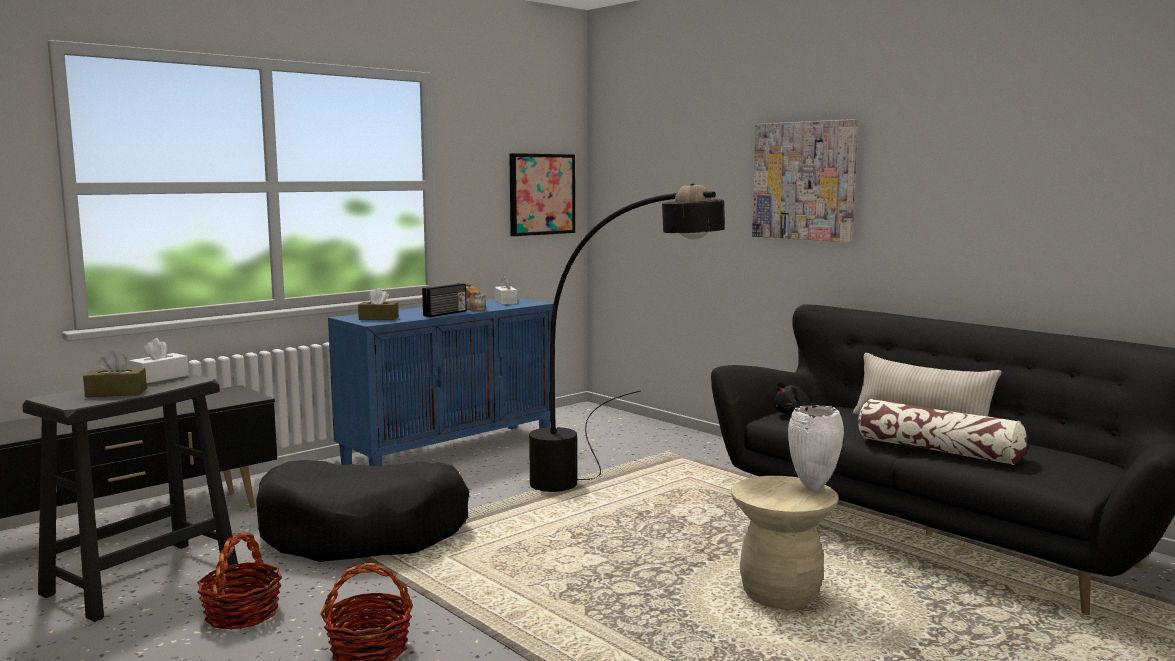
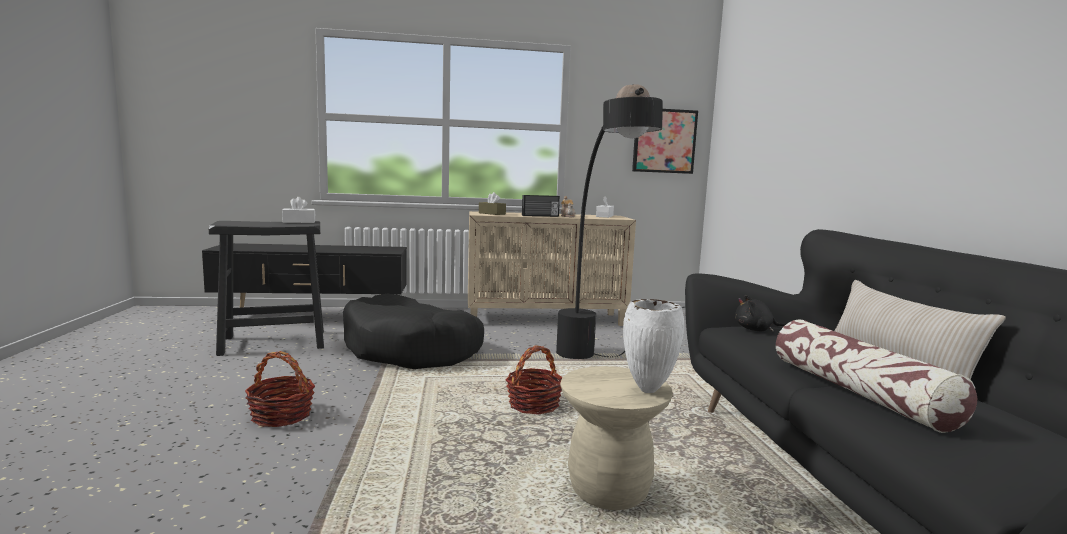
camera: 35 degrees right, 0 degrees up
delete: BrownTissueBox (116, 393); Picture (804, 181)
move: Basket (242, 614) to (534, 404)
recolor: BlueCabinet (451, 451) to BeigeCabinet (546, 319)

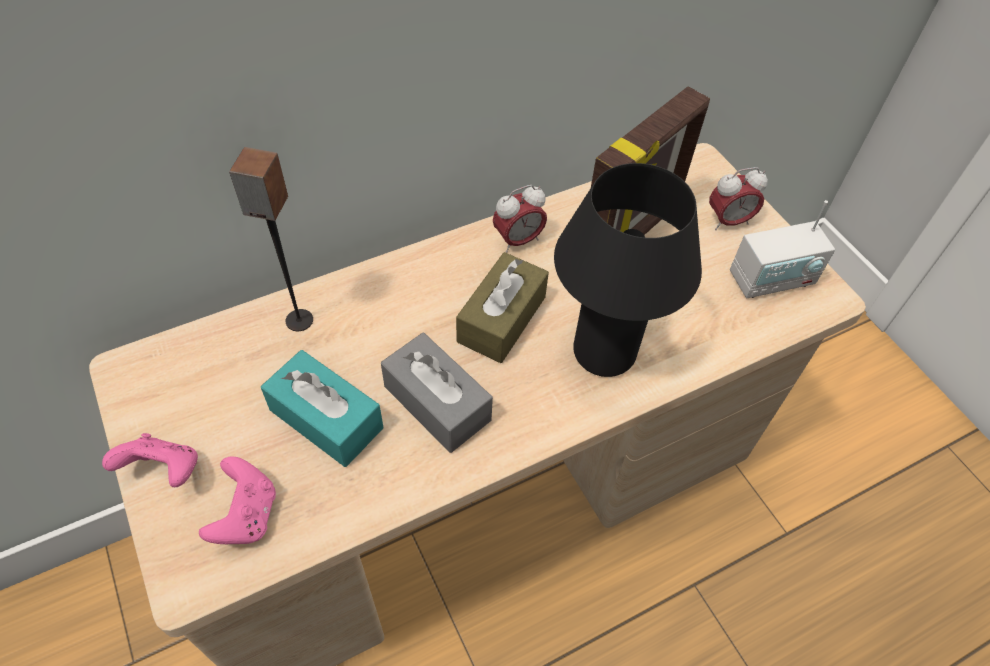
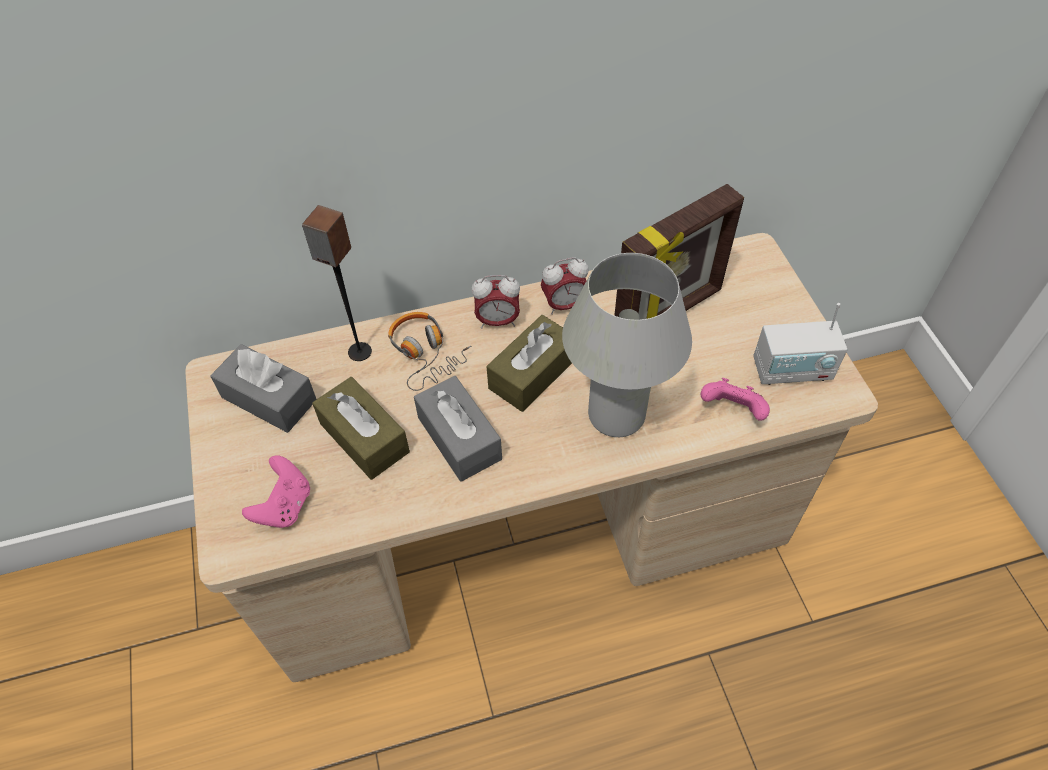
camera: 15 degrees right, 0 degrees up
insert: GreyTissueBox (269, 398); Headphones (425, 354)
move: AlarmClock (728, 221) to (497, 321); PinkGameController (164, 471) to (732, 410)
recolor: TurquoiseTissueBox (326, 419) to BrownTissueBox (364, 438); BlackTableLamp (604, 352) to WhiteTableLamp (616, 415)

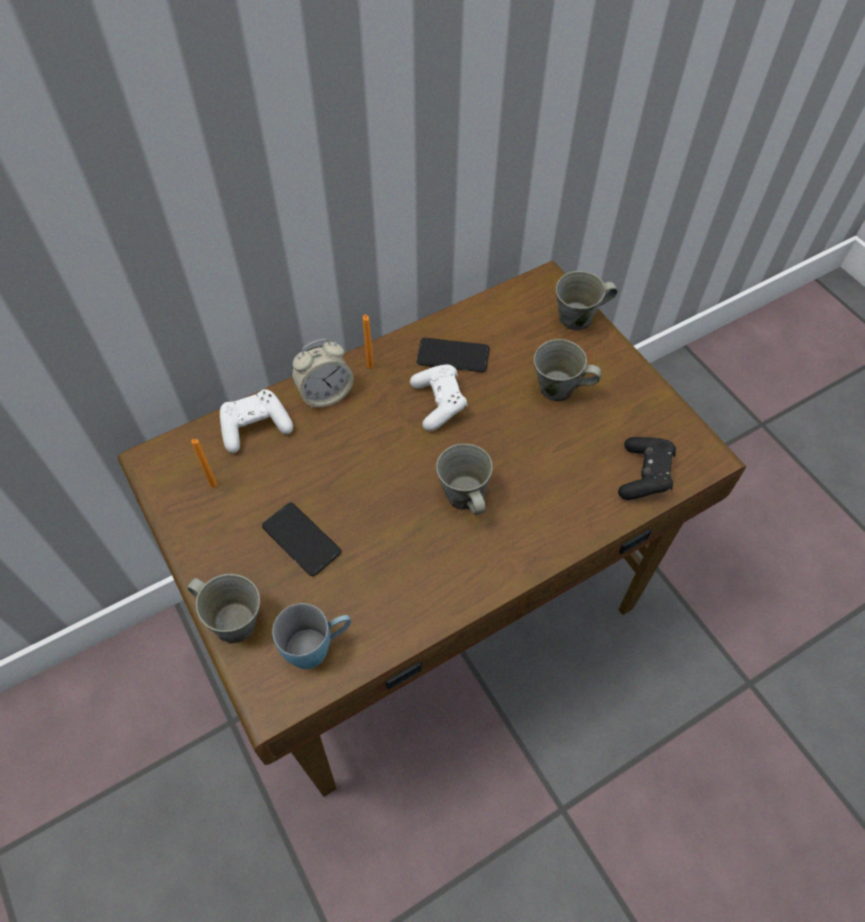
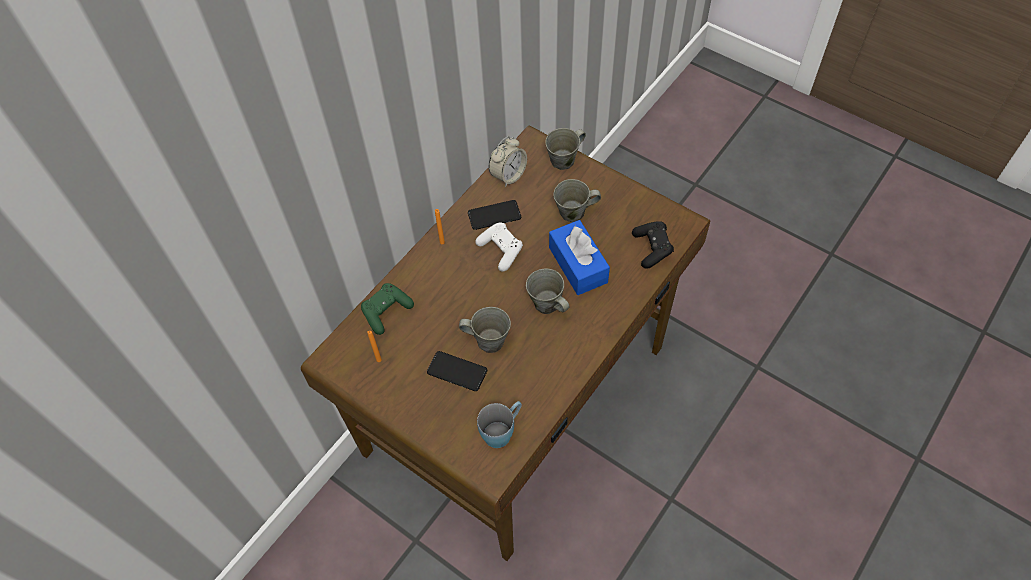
camera: 20 degrees left, 0 degrees up
insert: BlueTissueBox (578, 265)
move: GreyMug (233, 620) to (488, 340); AlarmClock (325, 394) to (508, 175)
recolor: WhiteGameController (255, 427) to GreenGameController (386, 312)

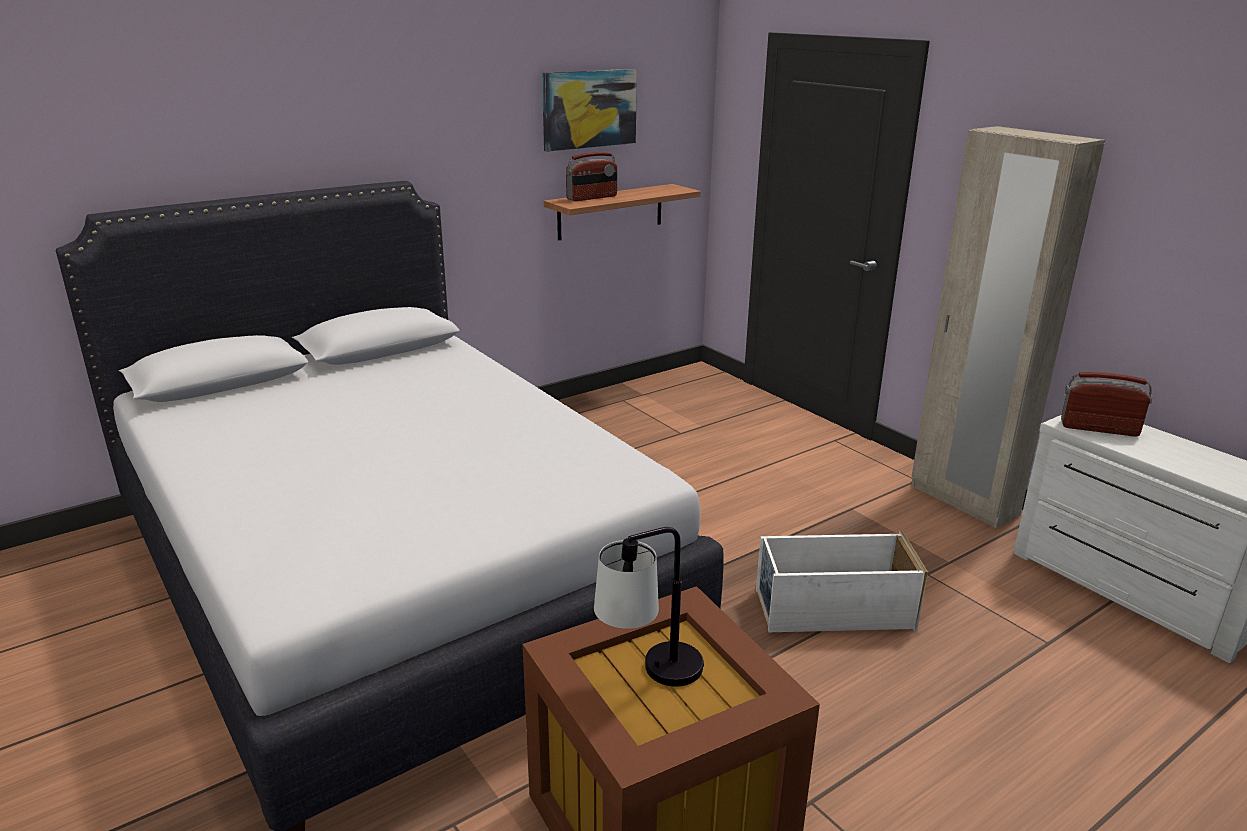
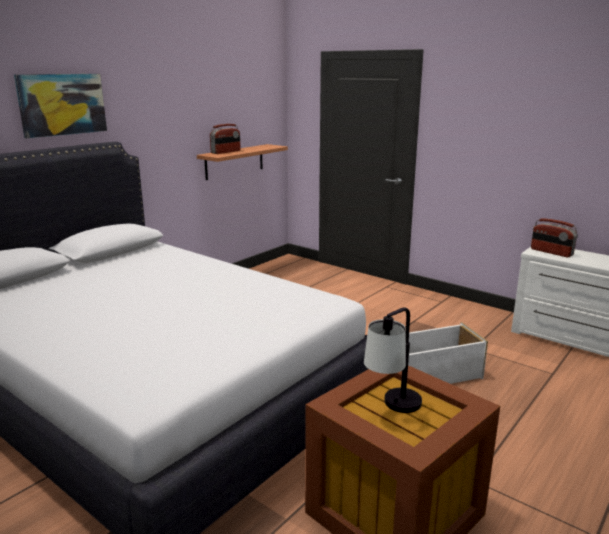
camera: 15 degrees left, 5 degrees down
delete: BeigeWardrobe (963, 501)
move: Picture (589, 109) to (62, 104)
rotate: Radio (1099, 428) = (551, 252) 135 degrees counterclockwise

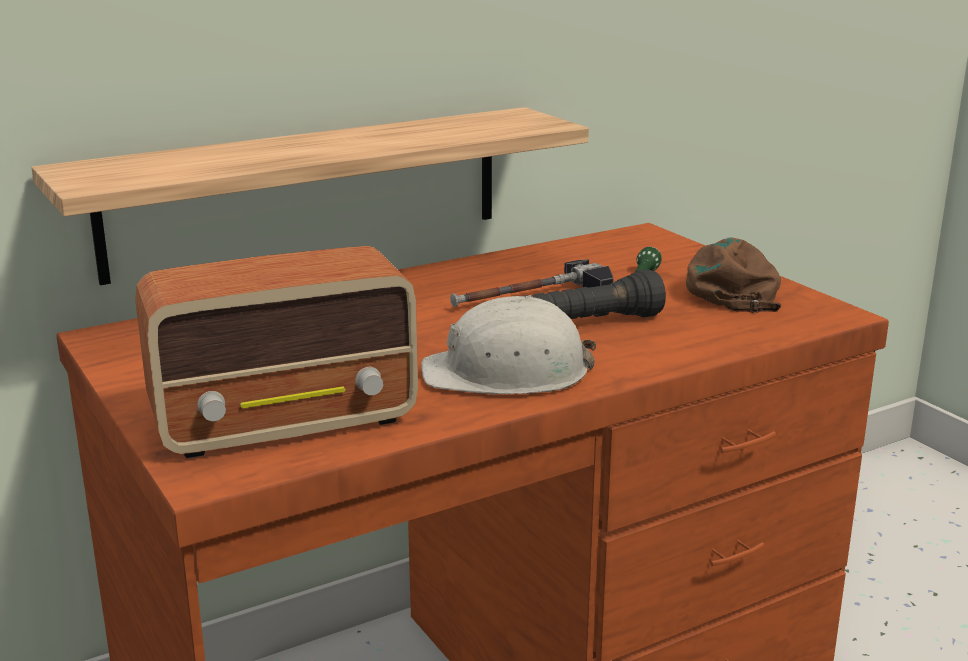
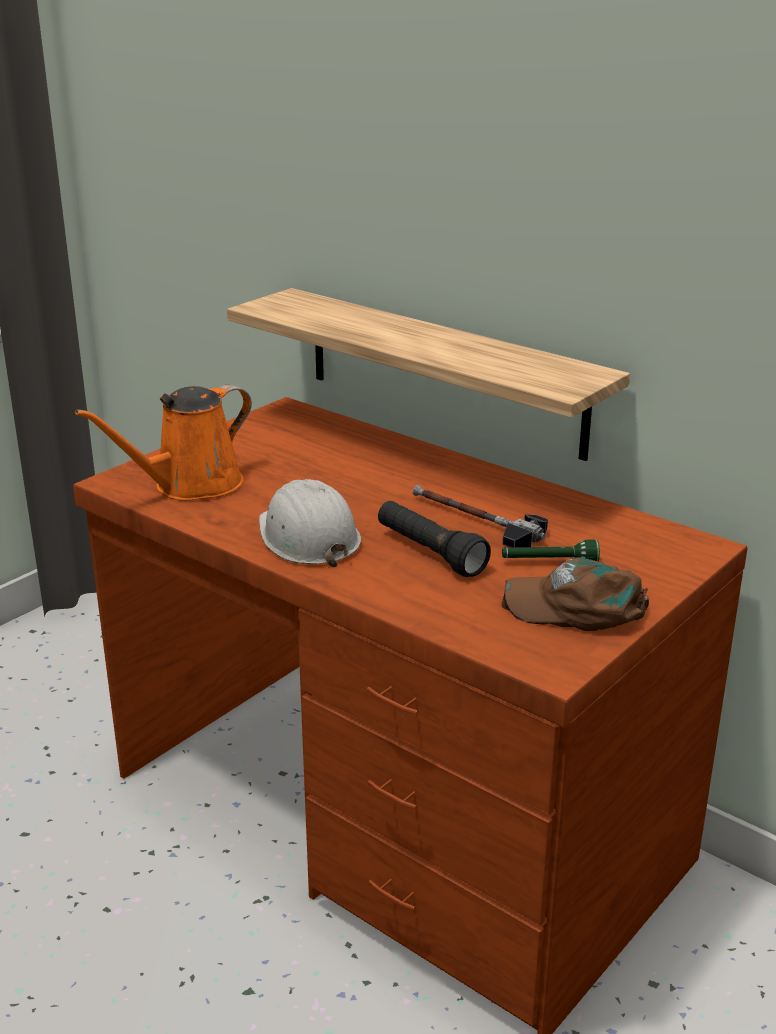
camera: 70 degrees right, 5 degrees up
replace: Radio (288, 422) to OrangeWateringCan (190, 486)
rotate: BrownCap (730, 288) = (577, 607) 150 degrees counterclockwise

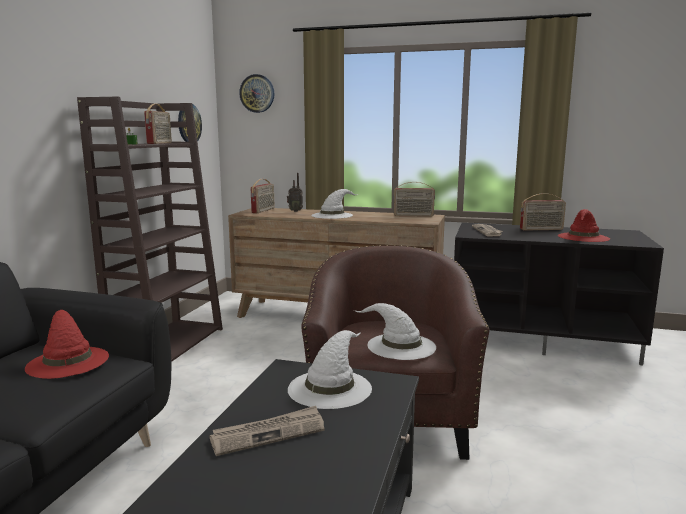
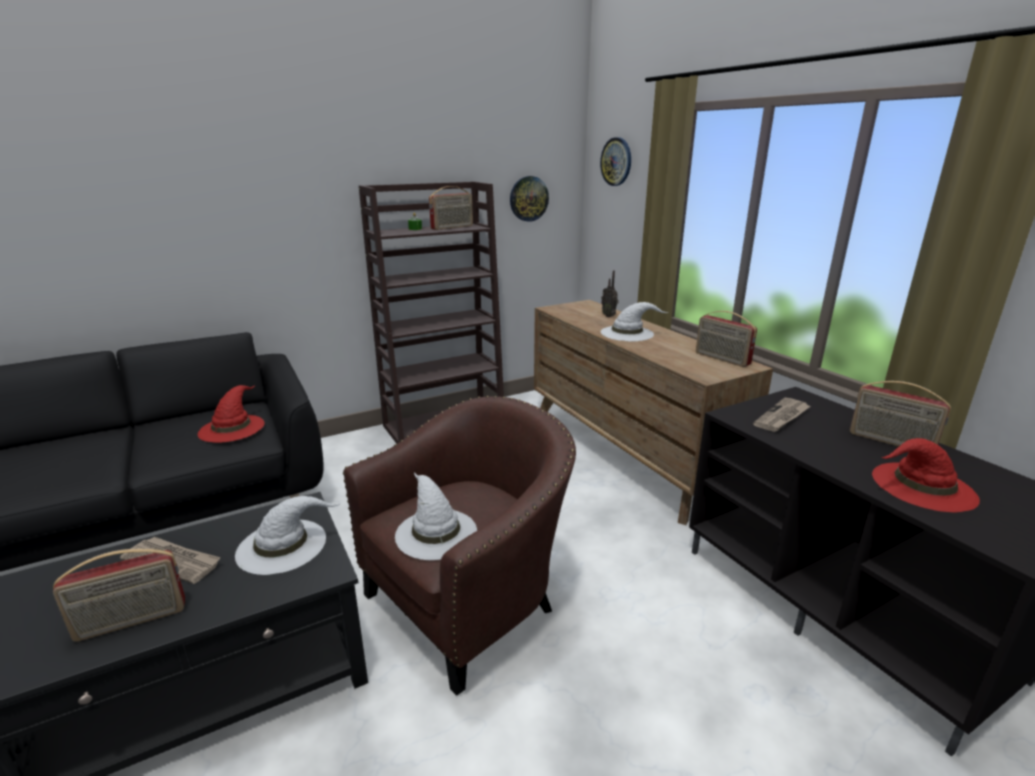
camera: 45 degrees right, 10 degrees up
move: Radio (263, 210) to (131, 621)

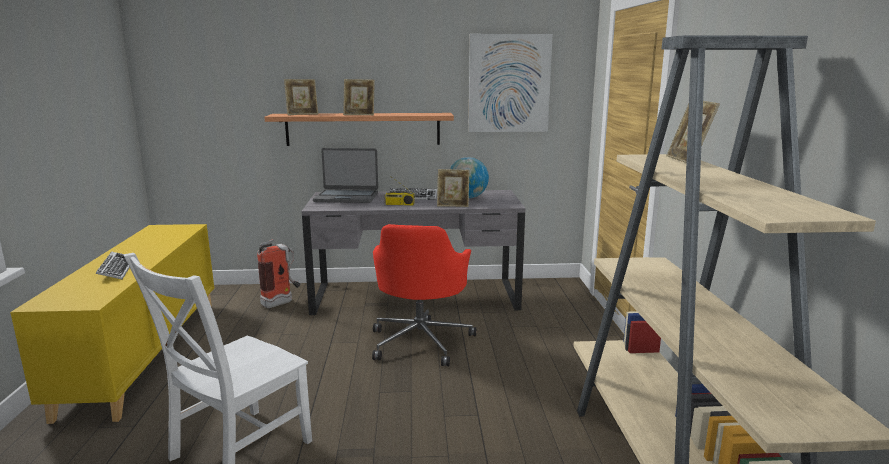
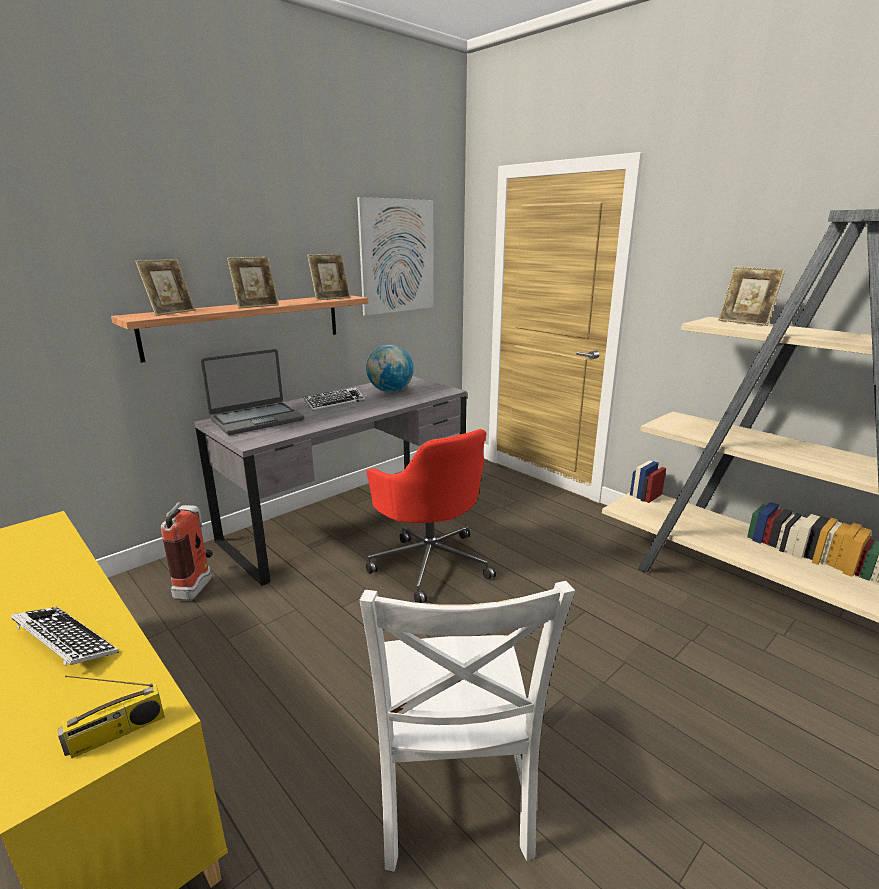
camera: 40 degrees left, 5 degrees up
move: Radio (399, 204) to (116, 733); PictureFrame (453, 205) to (331, 298)

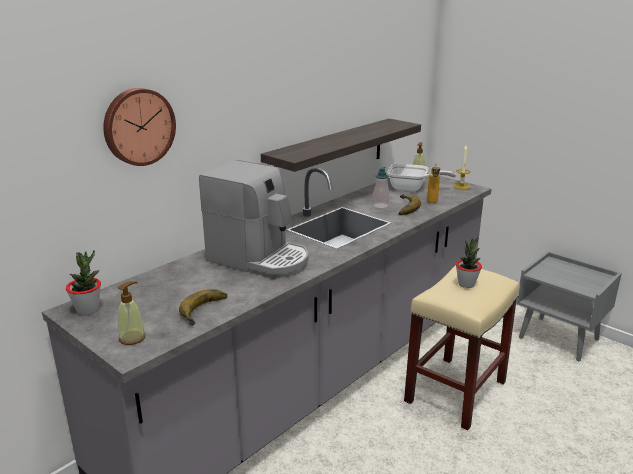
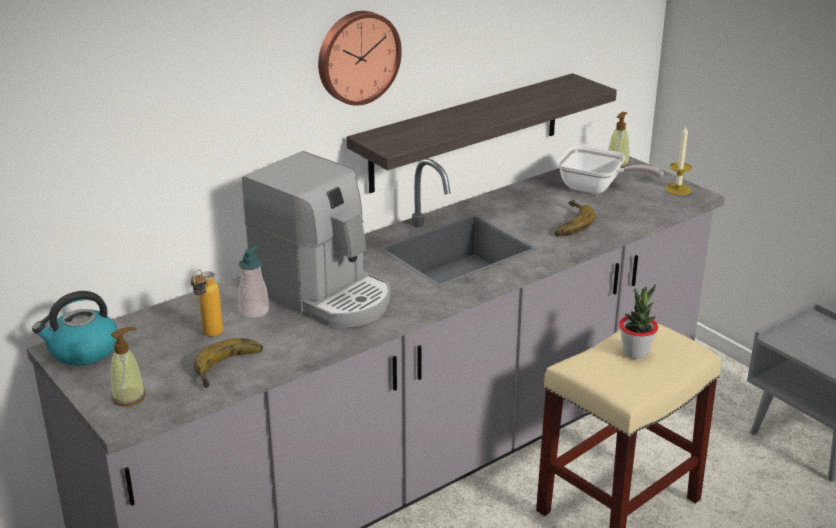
camera: 10 degrees right, 5 degrees up
move: Bottle (432, 203) to (209, 336); SoapDispenser (380, 205) to (254, 311); WallClock (138, 126) to (357, 57)
replace: PottedPlant (88, 310) to Kettle (82, 351)

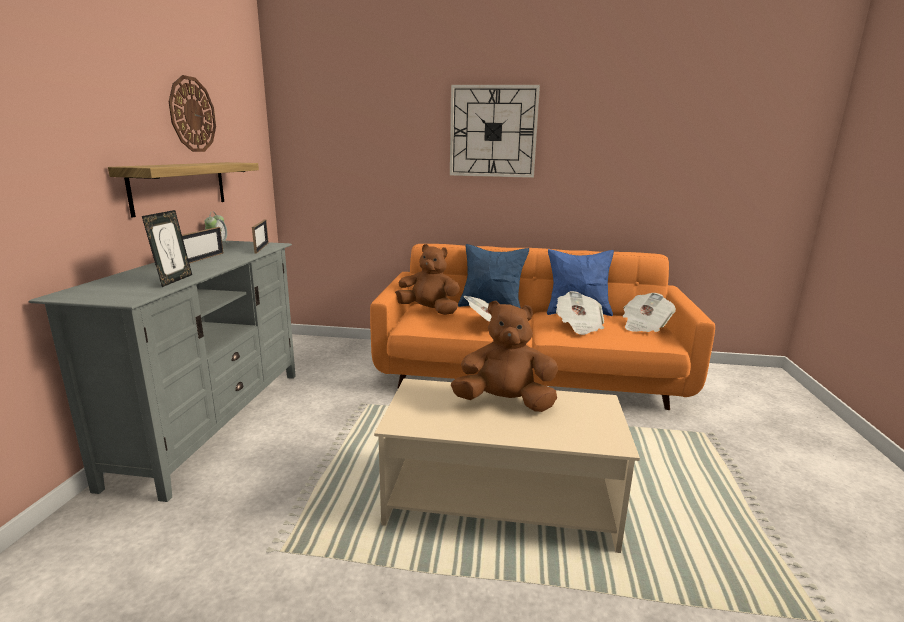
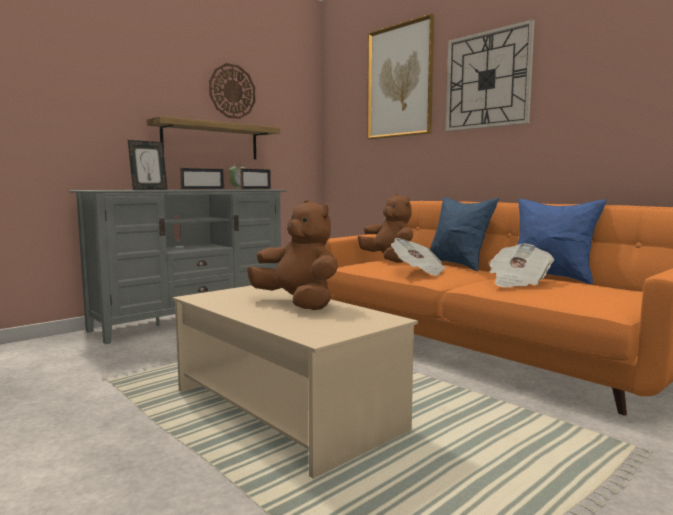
camera: 40 degrees right, 10 degrees down
delete: Newspaper (644, 326)
insert: Picture (400, 81)

